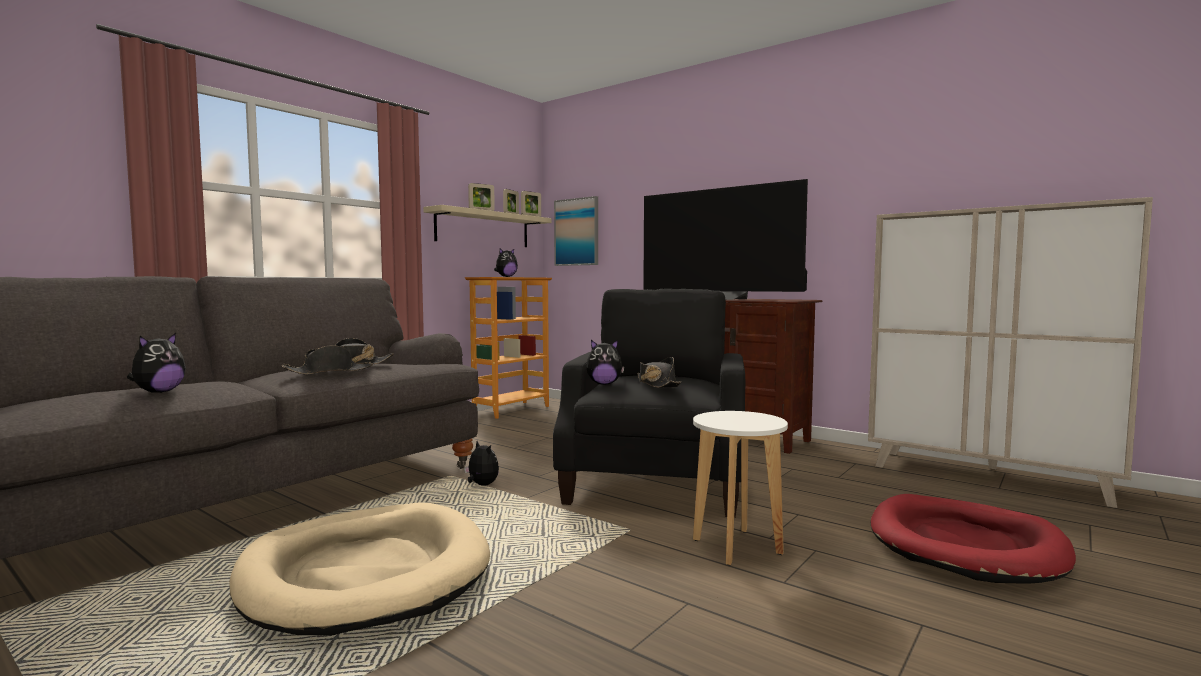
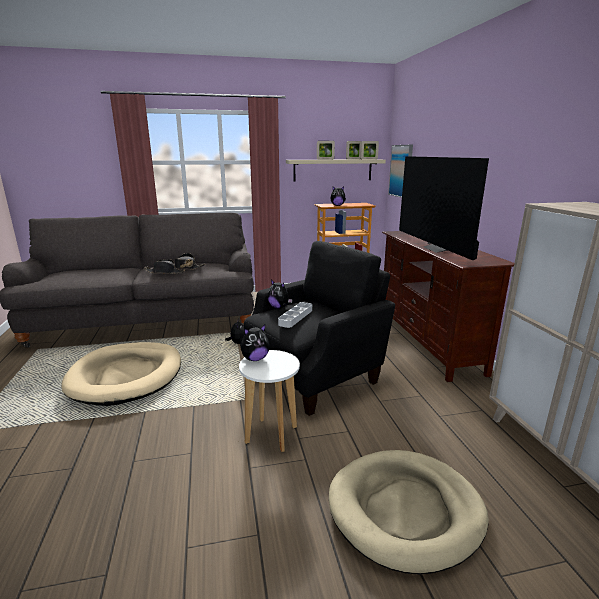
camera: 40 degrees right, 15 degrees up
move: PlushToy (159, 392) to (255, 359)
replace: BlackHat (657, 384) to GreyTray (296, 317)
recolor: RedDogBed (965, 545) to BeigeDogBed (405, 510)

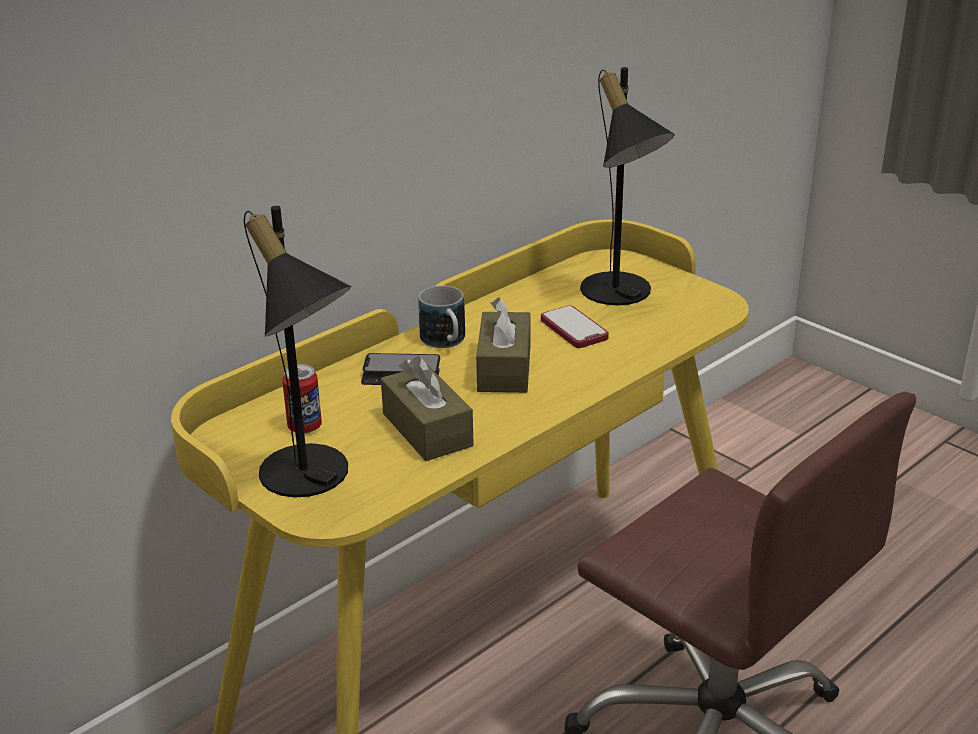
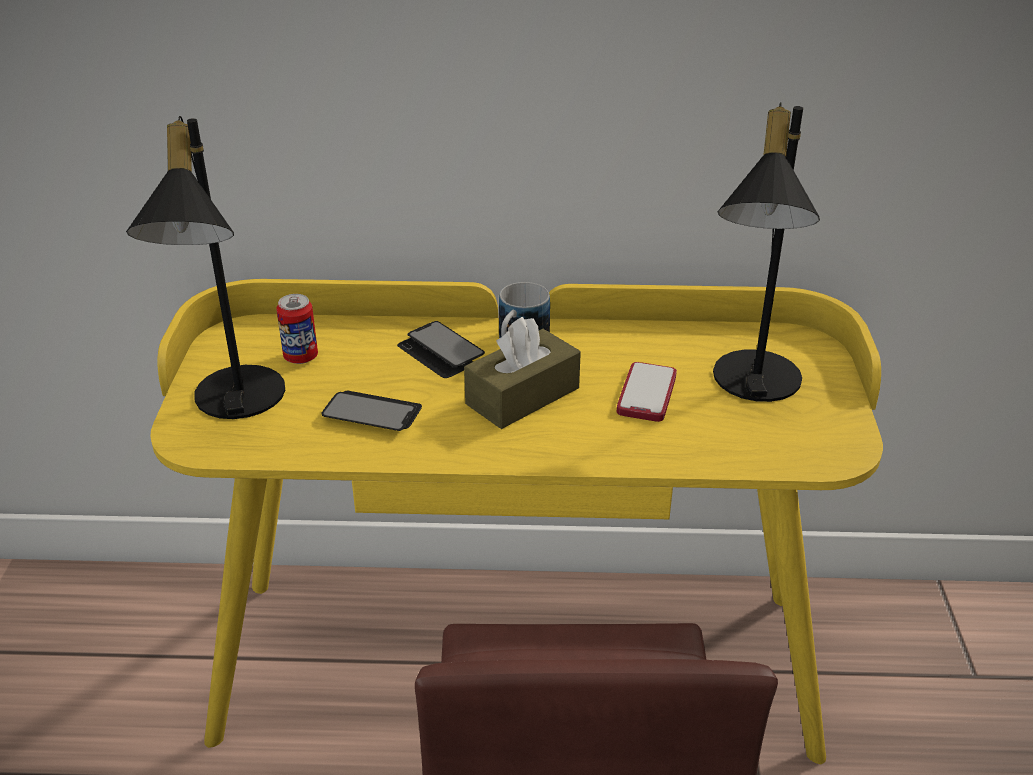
camera: 45 degrees right, 5 degrees up
replace: BrownTissueBox (427, 430) to Phone (372, 413)

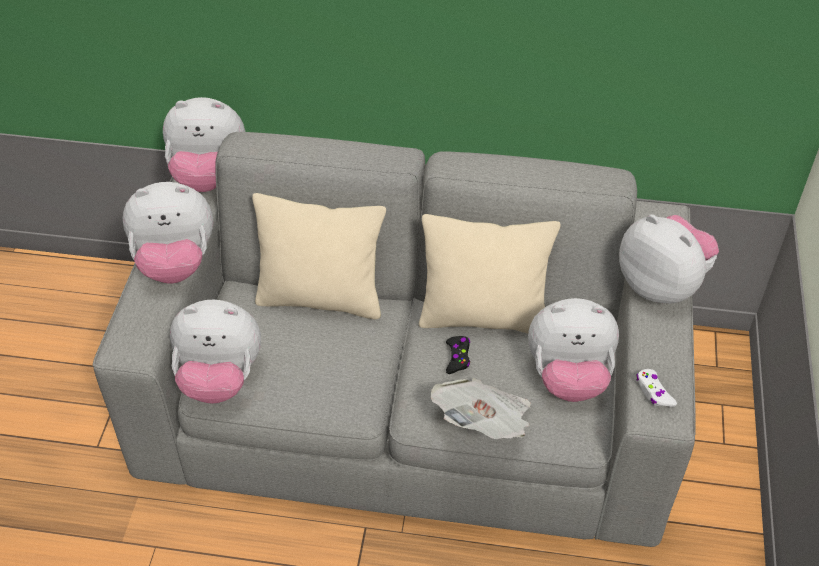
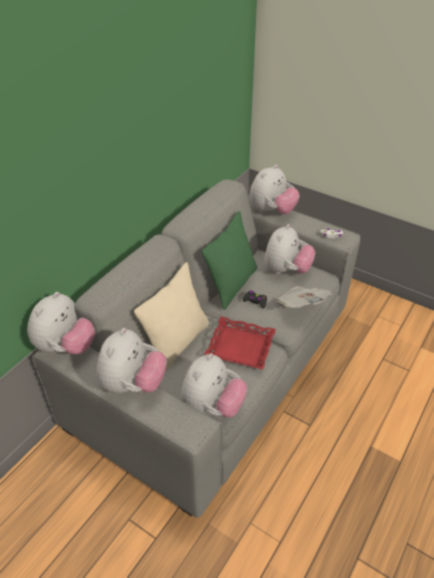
camera: 65 degrees left, 5 degrees down
insert: RedTray (240, 347)
recolor: BeigePillow (484, 316) to GreenPillow (231, 285)
rotate: PlushToy (662, 285) = (272, 211) 150 degrees clockwise

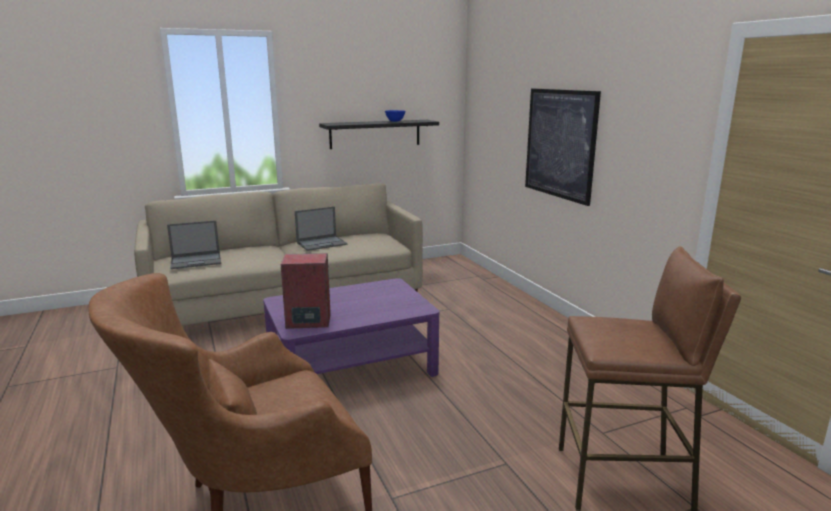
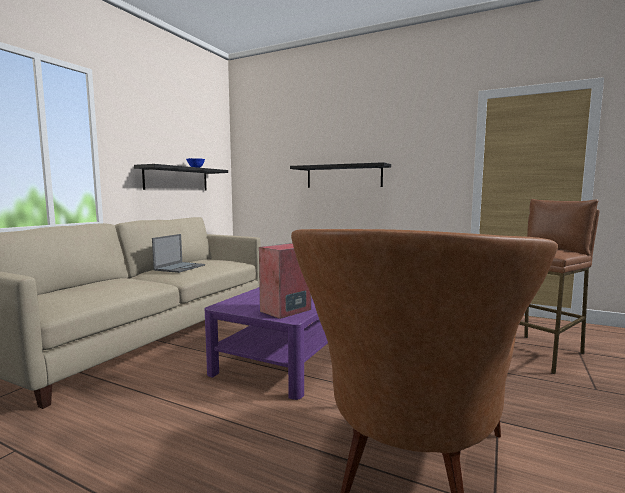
camera: 40 degrees left, 10 degrees down
delete: Laptop (197, 261)
replace: Picture (560, 144) to BlackShelf (343, 176)

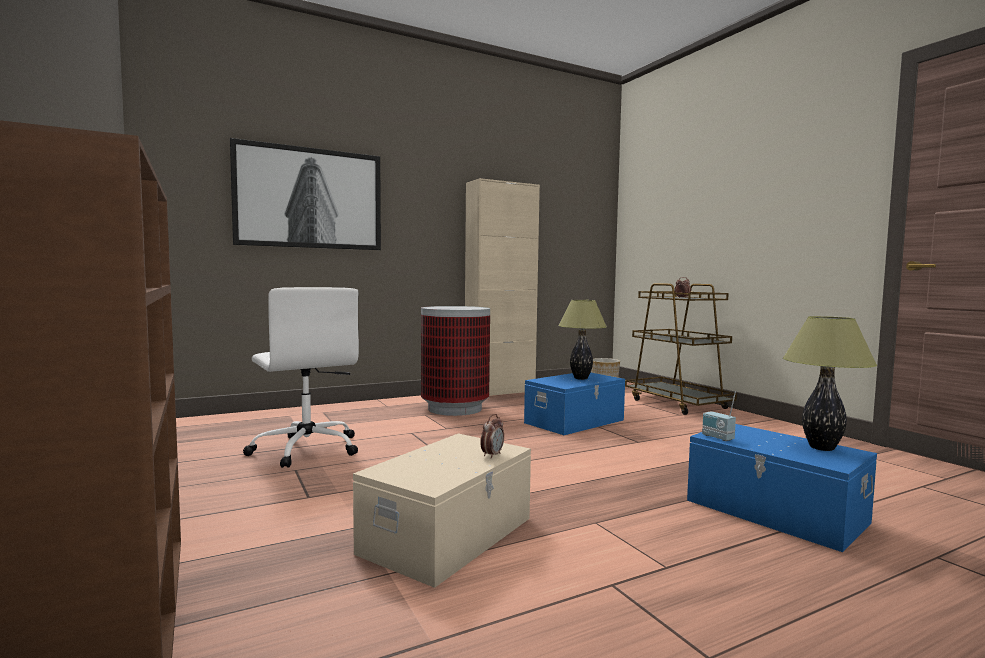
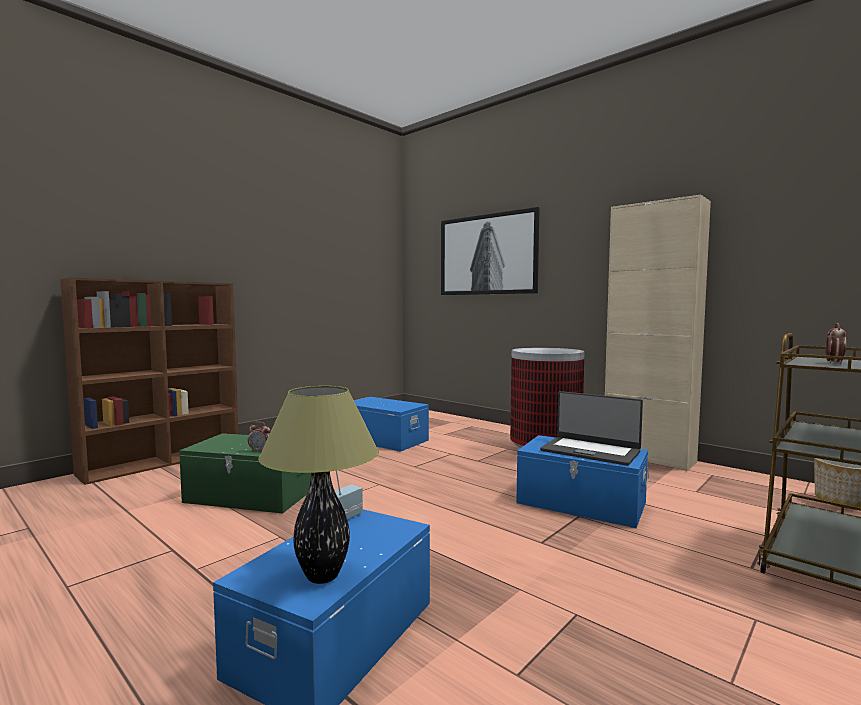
camera: 70 degrees right, 0 degrees up
replace: WhiteOfficeChair (306, 449) to BlueStorageBox (385, 439); TableLamp (580, 378) to Laptop (590, 451)
recolor: BeigeStorageBox (450, 535) to GreenStorageBox (250, 495)

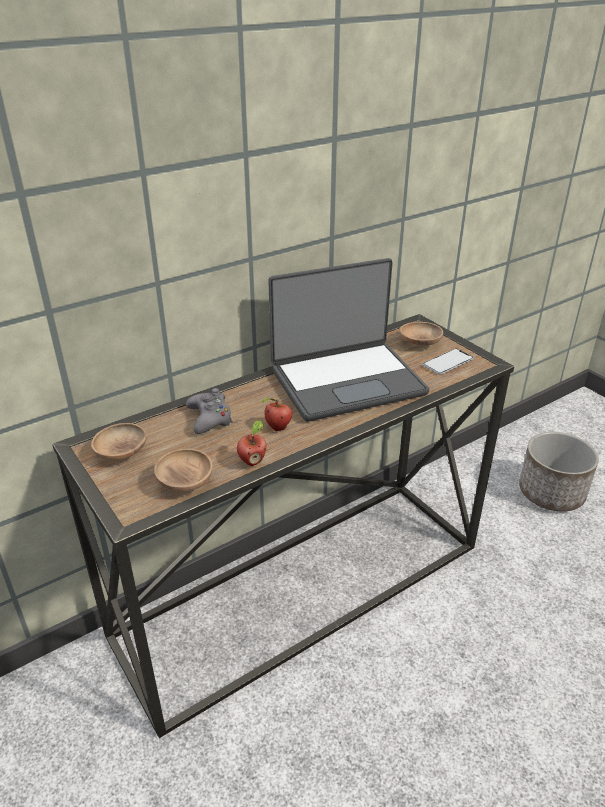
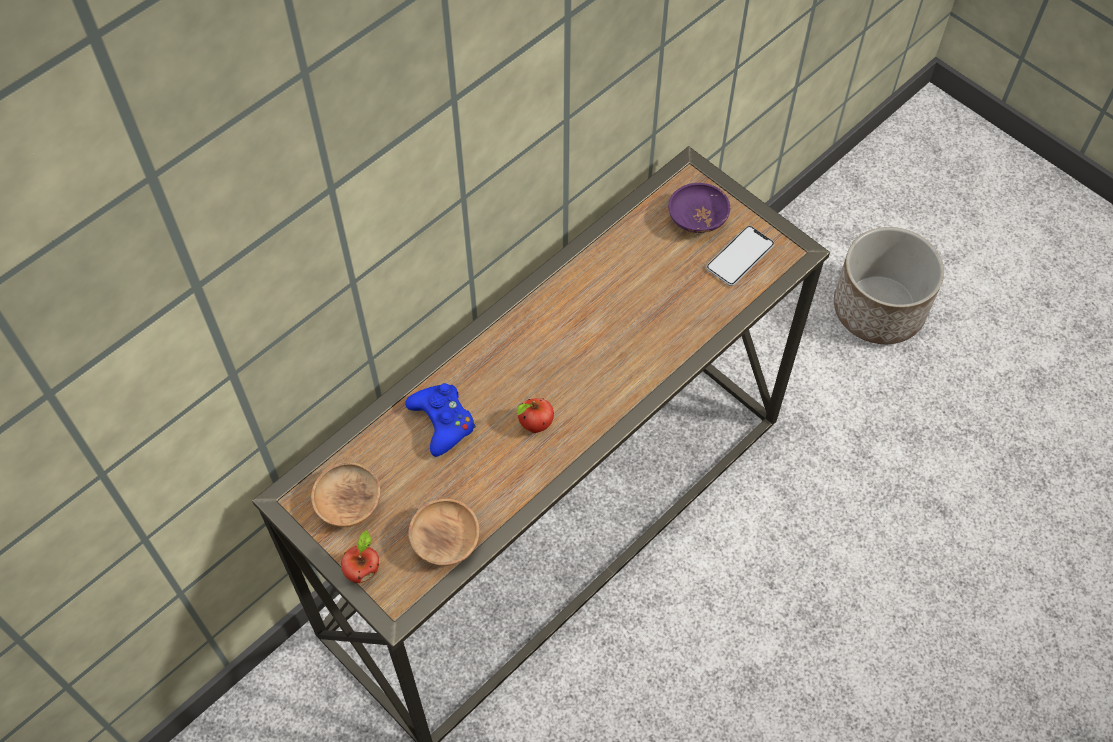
camera: 10 degrees left, 25 degrees up
delete: Laptop (346, 381)
move: Apple (252, 461) to (363, 570)
recolor: GreyGameController (210, 418) to BlueGameController (443, 422); BrownBowl (420, 344) to PurpleBowl (697, 219)

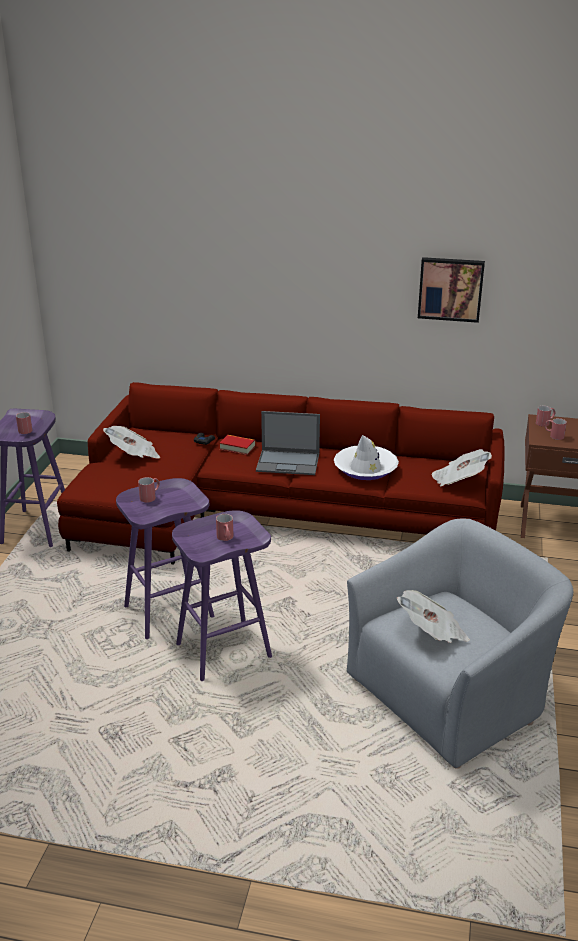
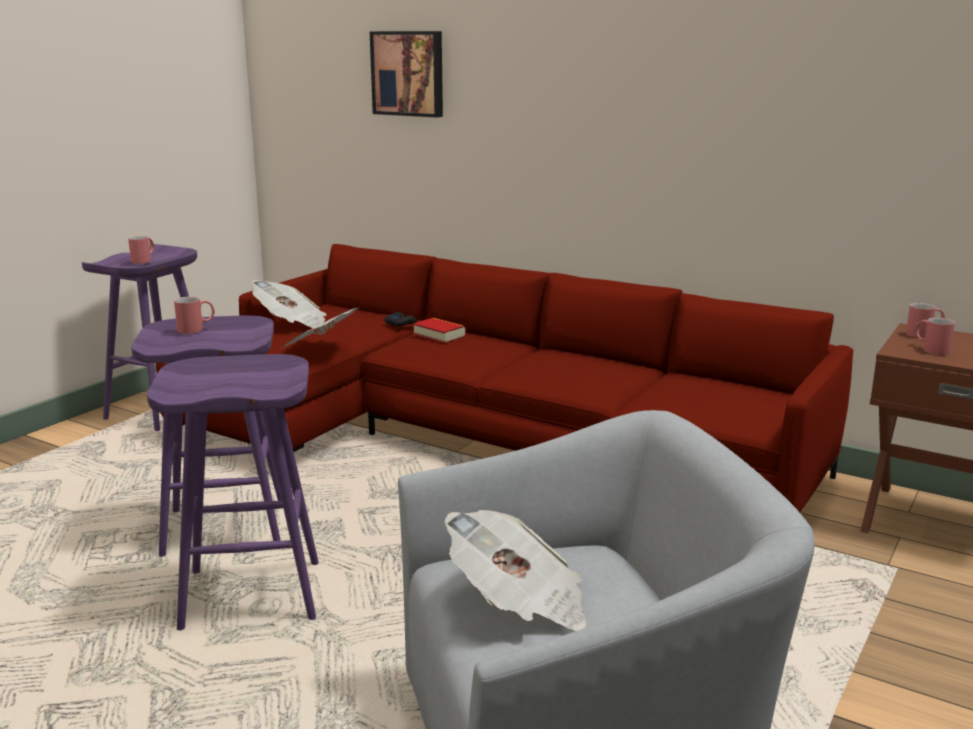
camera: 20 degrees right, 10 degrees down
delete: RedMug (226, 538); Laptop (289, 462); WhiteHat (365, 468)
move: Newspaper (458, 480) to (320, 349); Picture (450, 288) to (409, 73)

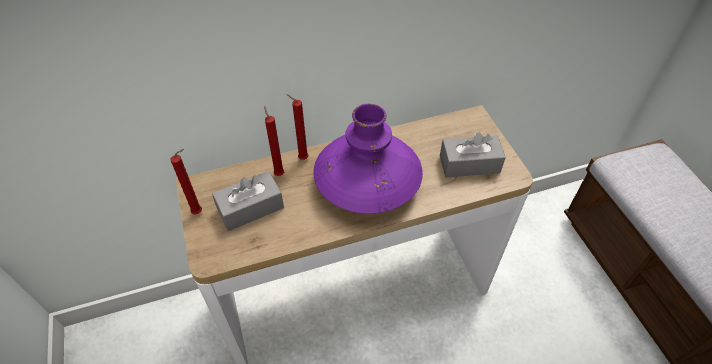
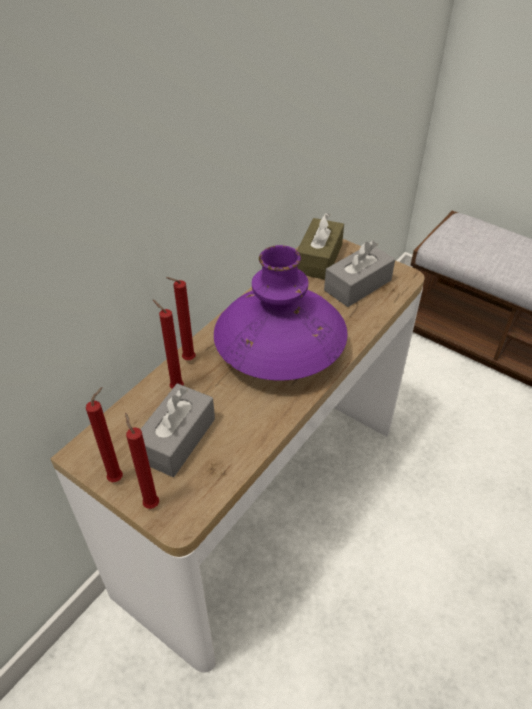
camera: 35 degrees left, 5 degrees down
insert: RedCandle (151, 502); BrownTissueBox (319, 259)

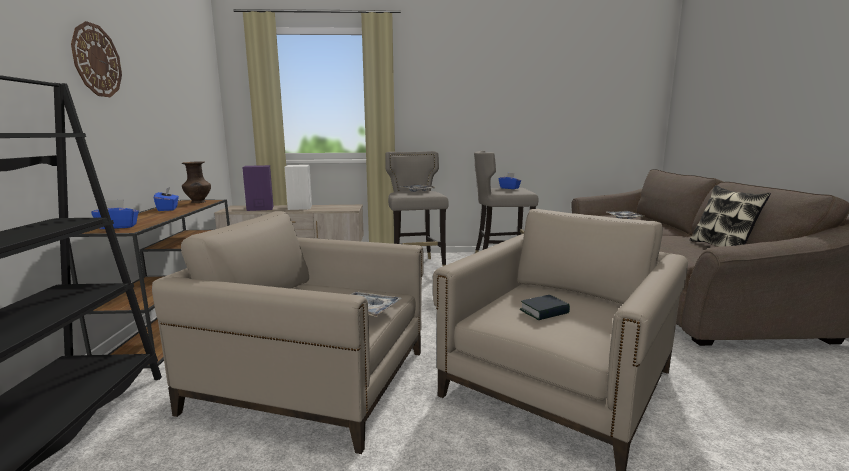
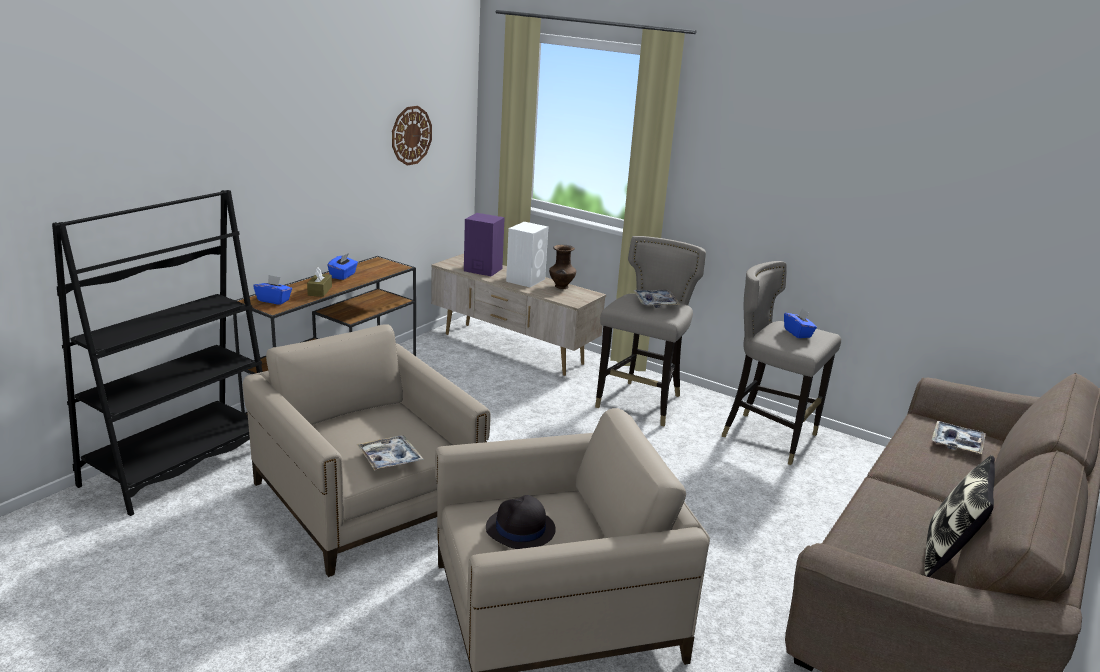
camera: 35 degrees right, 10 degrees up
insert: BrownTissueBox (320, 291)
move: WallClock (96, 60) to (411, 135); BrownVase (198, 202) to (561, 287)
replace: Book (544, 312) to BlackHat (520, 530)

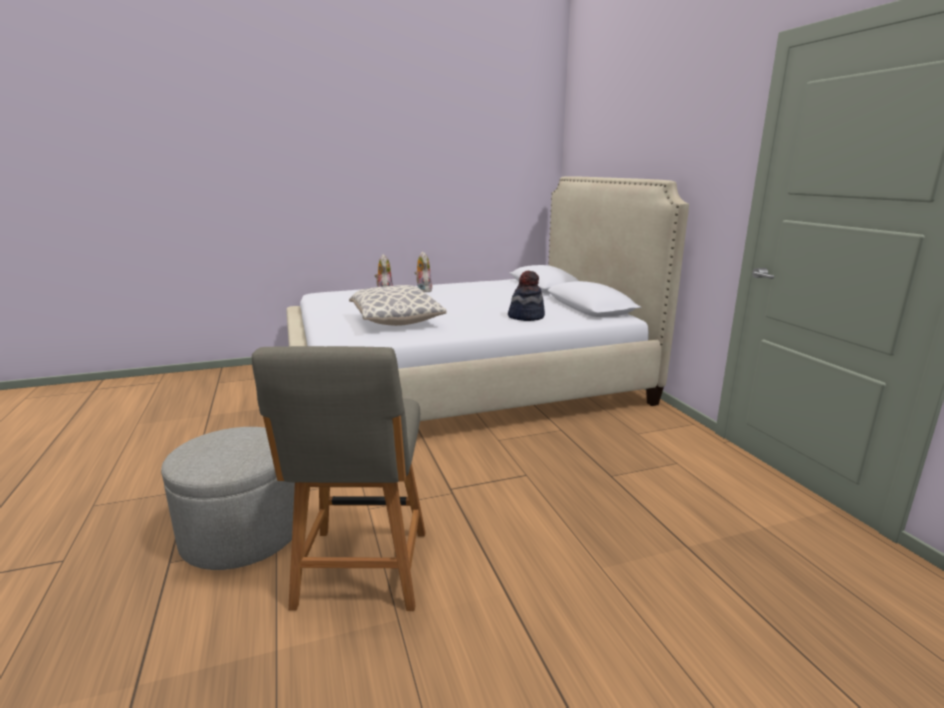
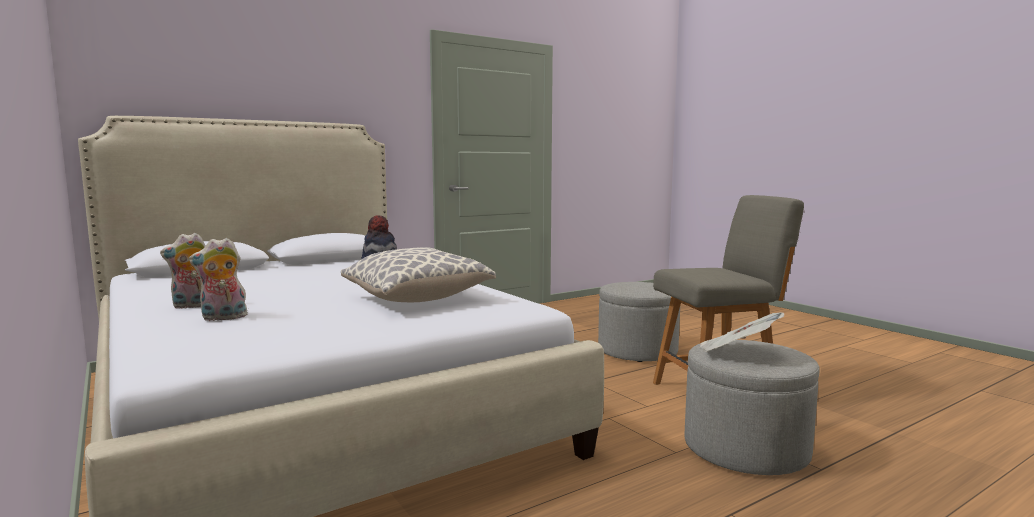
camera: 105 degrees left, 10 degrees down
insert: GreyOttoman (637, 351); Newspaper (737, 353)

